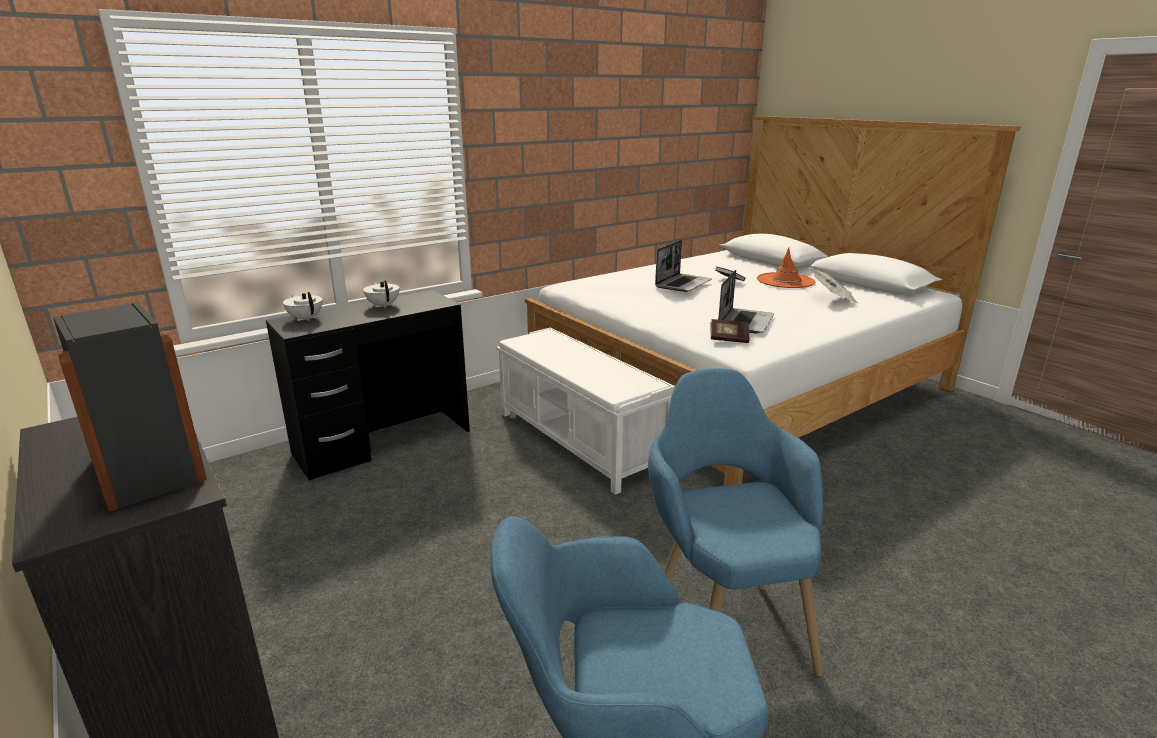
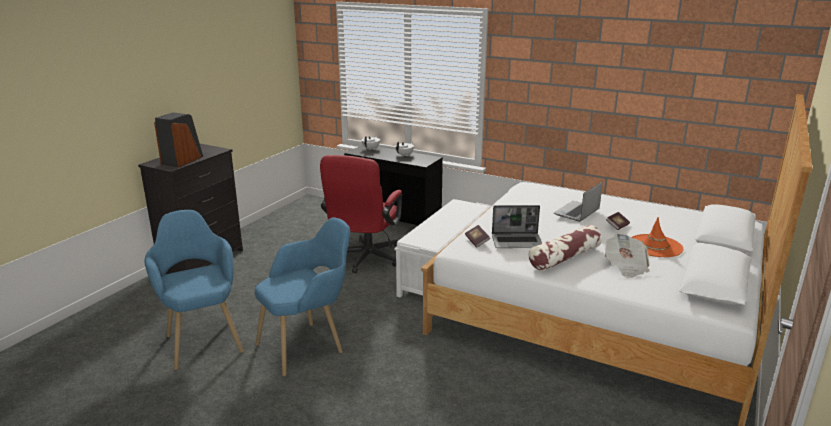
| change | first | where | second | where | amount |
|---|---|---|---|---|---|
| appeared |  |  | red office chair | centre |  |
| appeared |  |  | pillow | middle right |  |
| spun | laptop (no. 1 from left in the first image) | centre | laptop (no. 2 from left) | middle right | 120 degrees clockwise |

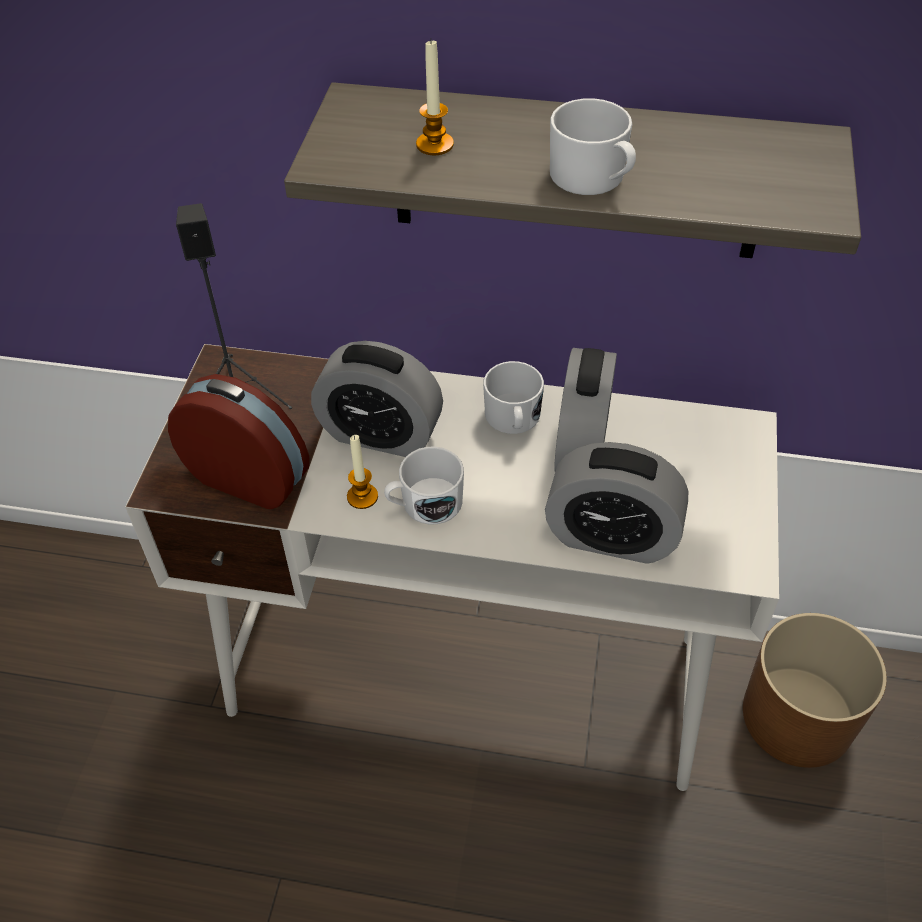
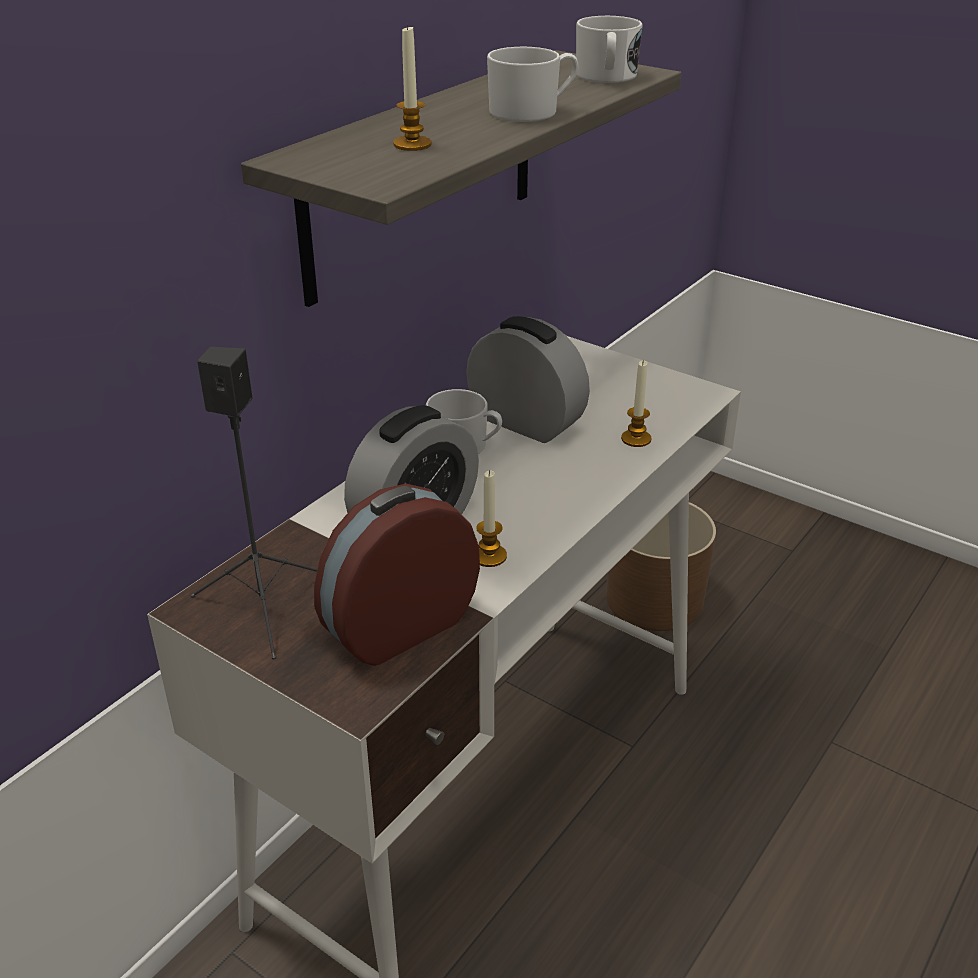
| change | first | where | second | where | amount |
|---|---|---|---|---|---|
| relocated | white mug (no. 1 from left in the first image) | centre | white mug (no. 3 from left) | top centre |  |
| exchanged | alarm clock (no. 4 from left) | middle right | candle (no. 3 from left) | centre |  |

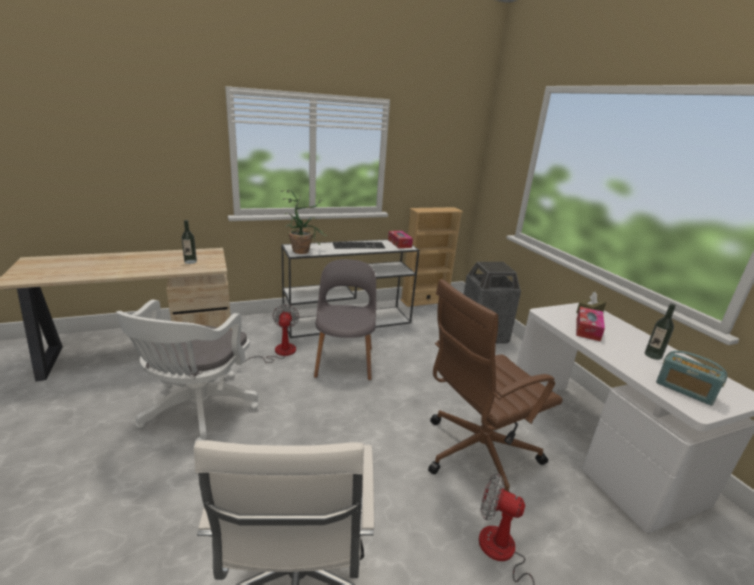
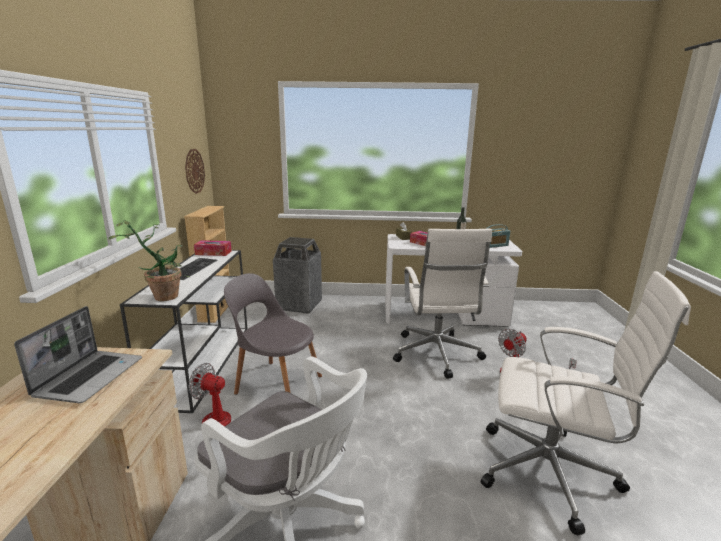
| change | first | where | second | where | amount |
|---|---|---|---|---|---|
| appeared |  |  | wall clock | top left |  |
| exchanged | bottle (no. 1 from left) | middle left | laptop | middle left |  |
| colour | brown office chair | centre | white office chair (no. 2 from left) | centre |  |

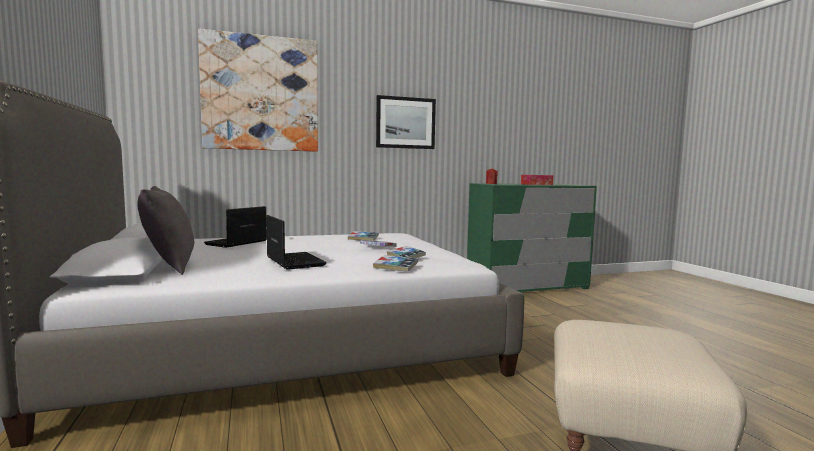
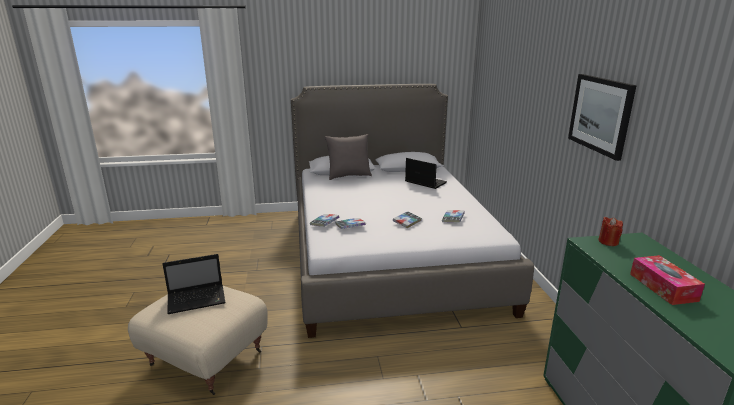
| change | first | where | second | where | amount |
|---|---|---|---|---|---|
| missing | picture (no. 1 from left) | top left |  |  |  |
| relocated | laptop (no. 2 from left in the first image) | centre | laptop (no. 1 from left) | bottom left |  |

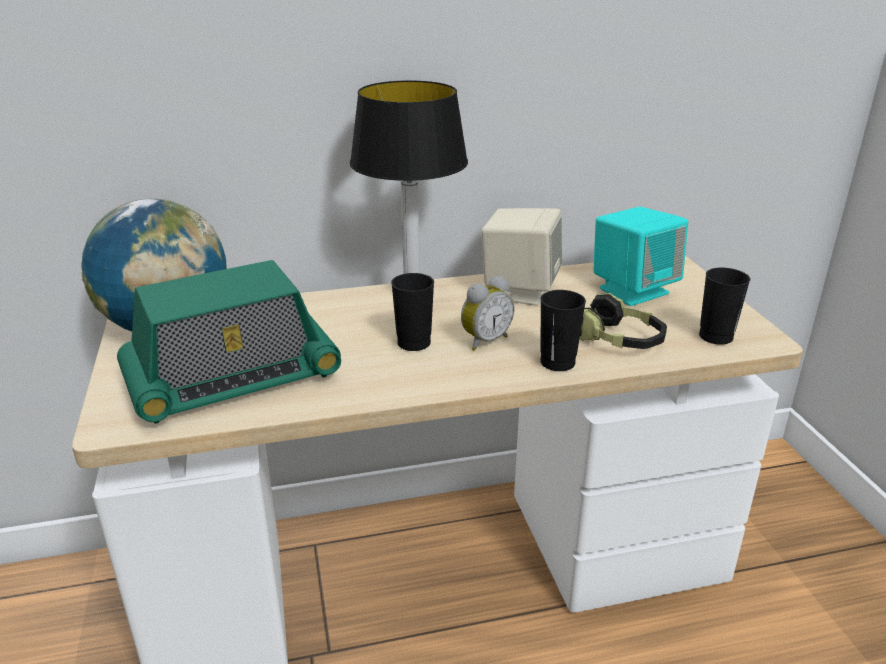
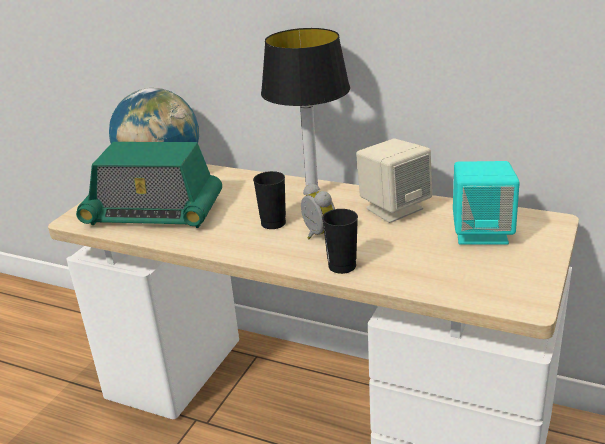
| change | first | where | second | where | amount |
|---|---|---|---|---|---|
| missing | headphones | middle right |  |  |  |
| missing | black cup (no. 3 from left) | middle right |  |  |  |
| spun | alarm clock | centre |  | centre | 120 degrees counterclockwise |

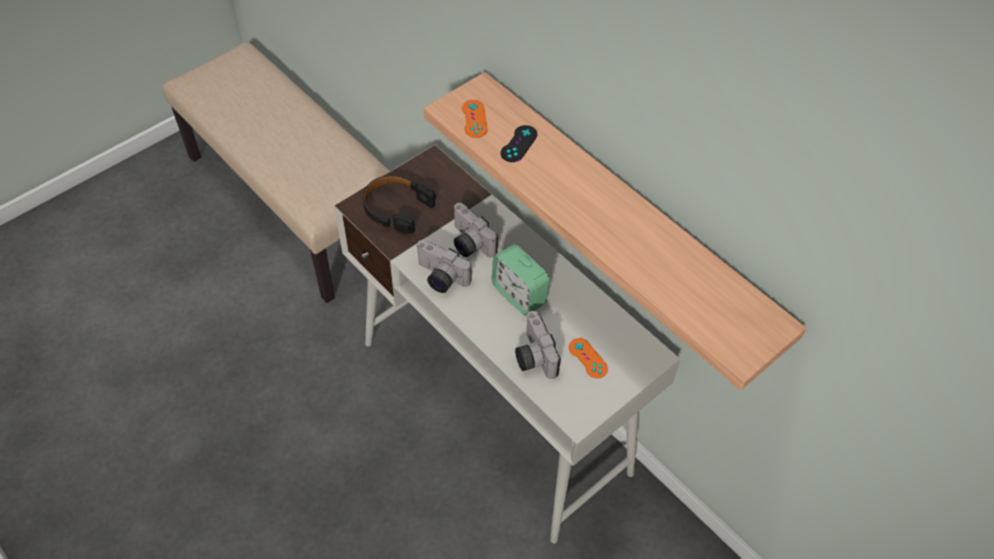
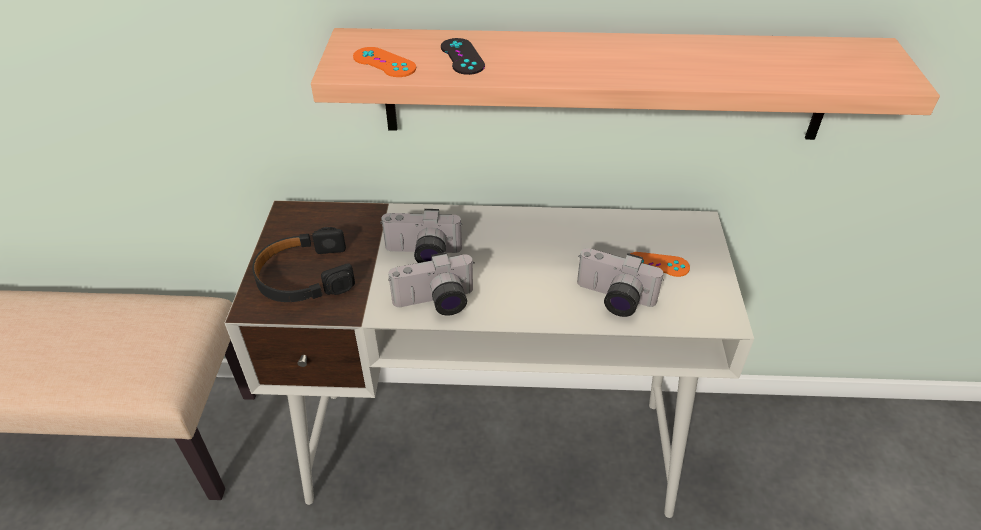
| change | first | where | second | where | amount |
|---|---|---|---|---|---|
| missing | alarm clock | centre |  |  |  |

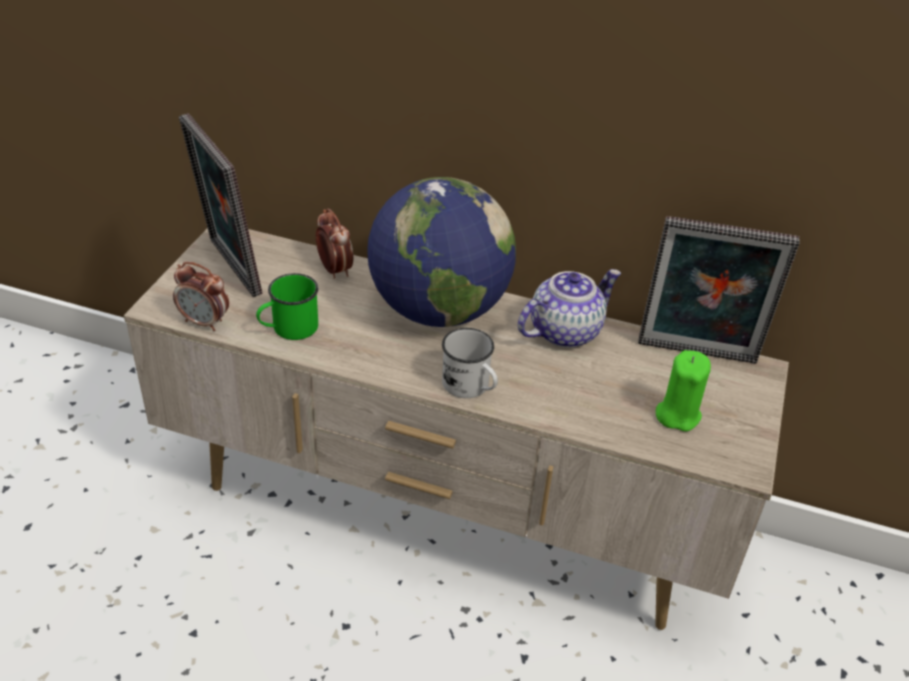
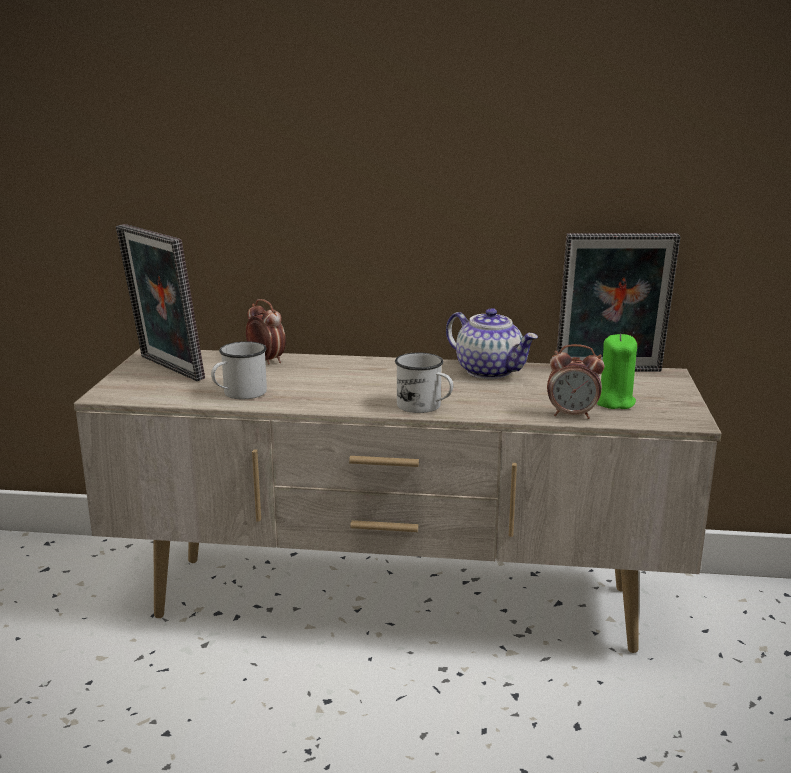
| change | first | where | second | where | amount |
|---|---|---|---|---|---|
| missing | globe | centre |  |  |  |
| relocated | alarm clock (no. 1 from left in the first image) | middle left | alarm clock (no. 2 from left) | middle right |  |
| colour | green mug | middle left | white mug (no. 1 from left) | middle left |  |
| spun | teapot | centre |  | centre | 90 degrees clockwise |

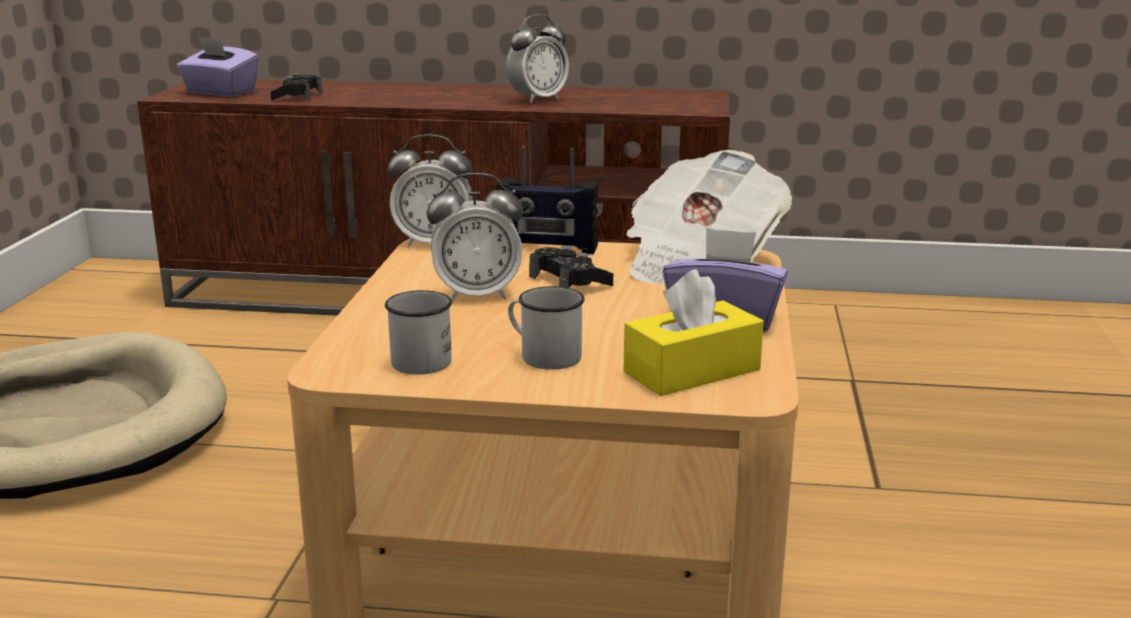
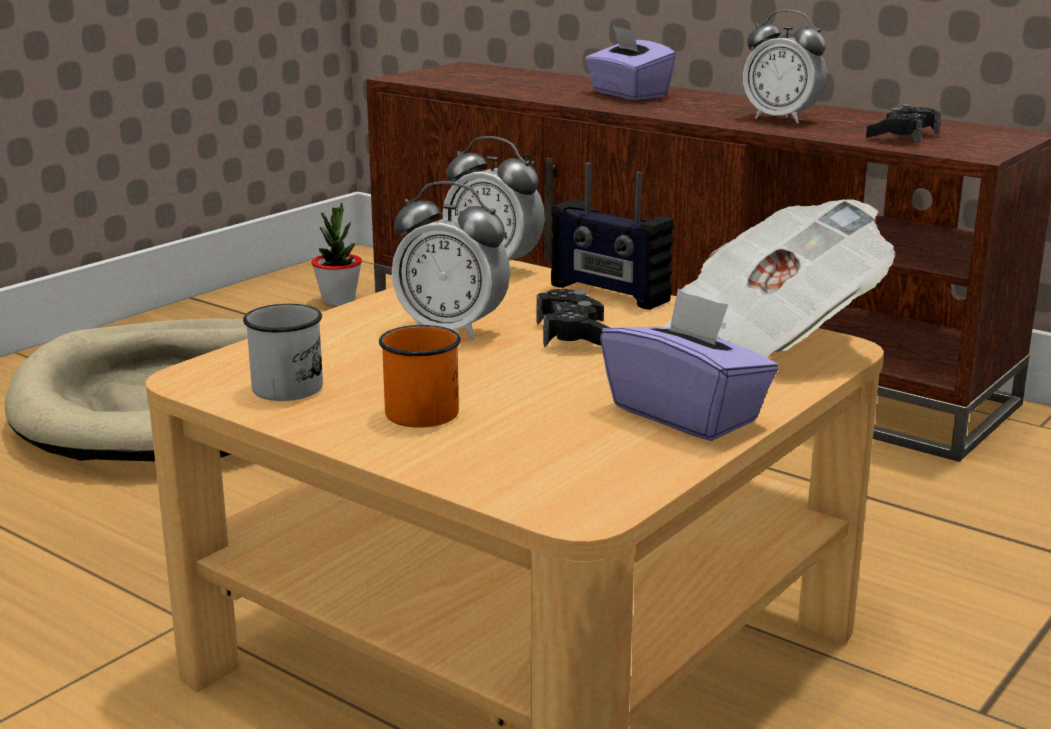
| change | first | where | second | where | amount |
|---|---|---|---|---|---|
| missing | yellow tissue box | centre |  |  |  |
| appeared |  |  | potted plant | middle left |  |
| relocated | purple tissue box (no. 1 from left) | top left |  | top centre |  |
| relocated | black game controller (no. 1 from left in the first image) | top left | black game controller (no. 2 from left) | top right |  |
| colour | white mug (no. 2 from left) | centre | orange mug | centre |  |
| spun | alarm clock (no. 3 from left) | top centre |  | top right | 45 degrees clockwise |

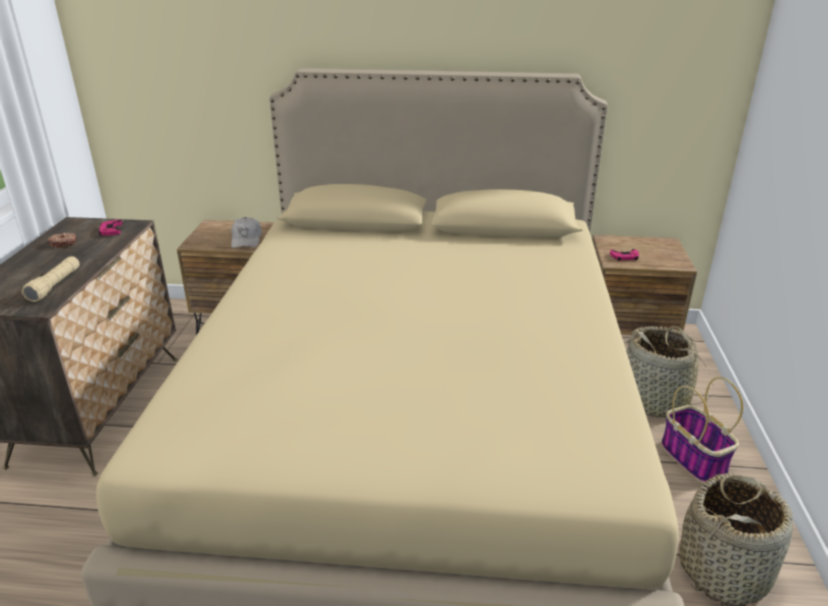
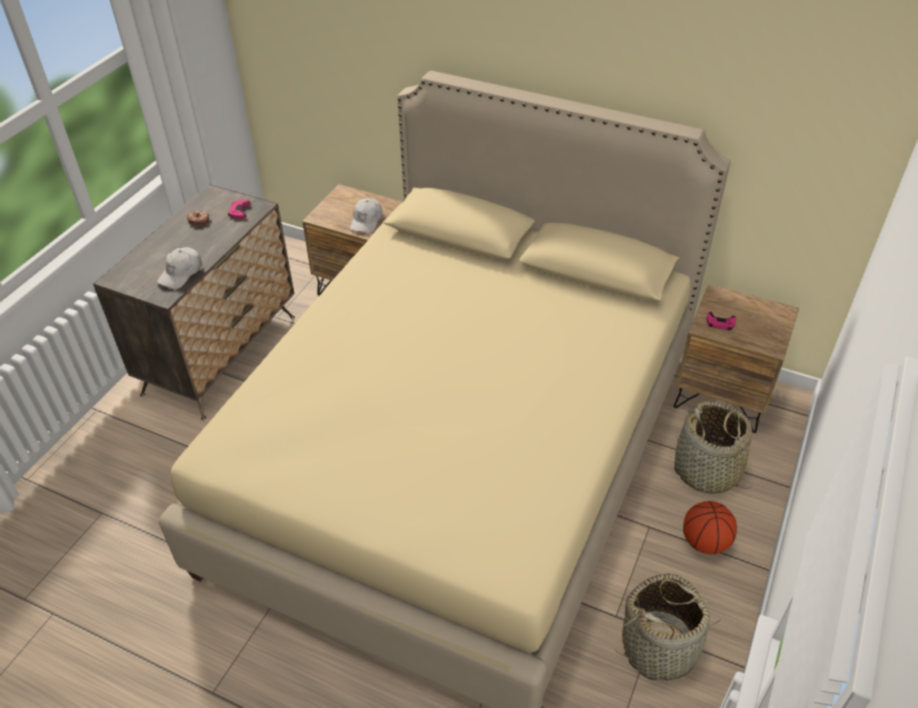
| change | first | where | second | where | amount |
|---|---|---|---|---|---|
| exchanged | beige flashlight | middle left | white cap (no. 1 from left) | middle left |  |
| exchanged | basket (no. 2 from left) | bottom right | basketball | bottom right |  |

